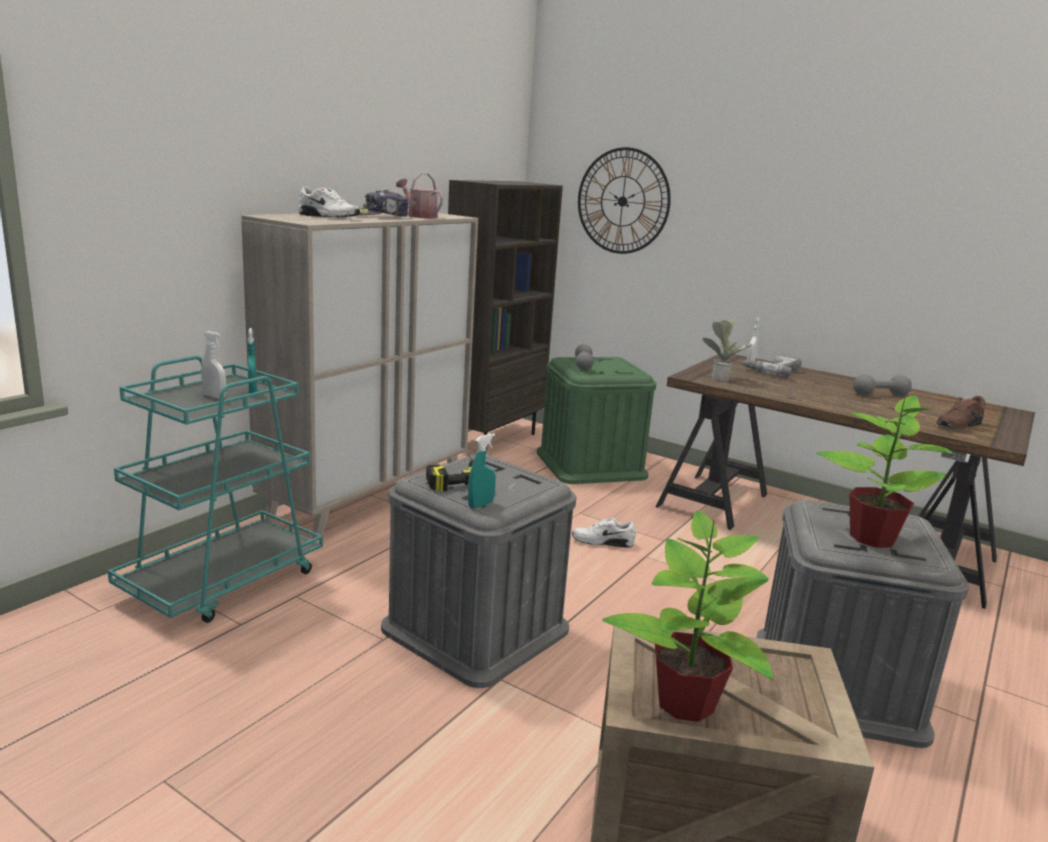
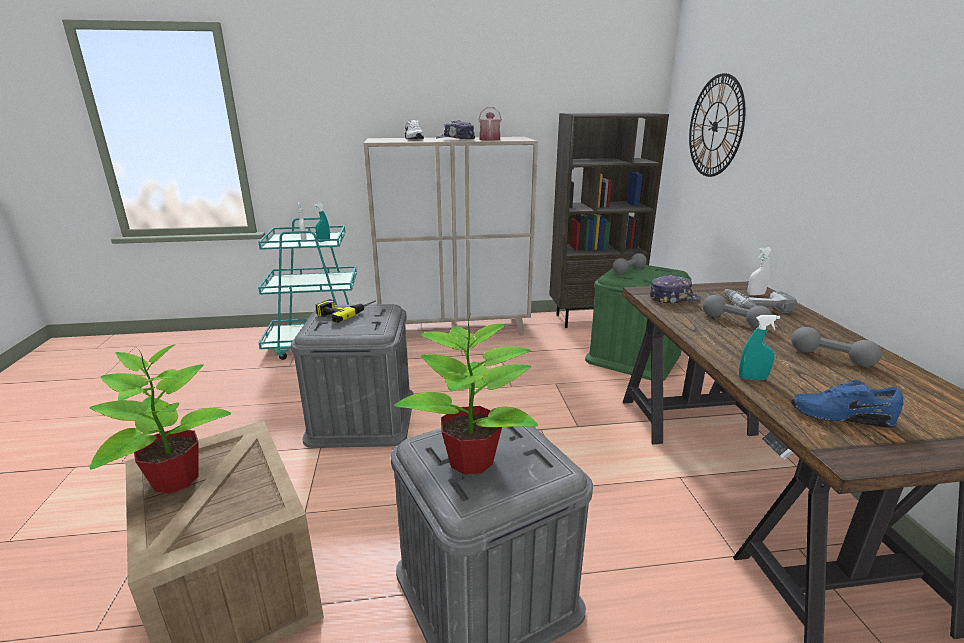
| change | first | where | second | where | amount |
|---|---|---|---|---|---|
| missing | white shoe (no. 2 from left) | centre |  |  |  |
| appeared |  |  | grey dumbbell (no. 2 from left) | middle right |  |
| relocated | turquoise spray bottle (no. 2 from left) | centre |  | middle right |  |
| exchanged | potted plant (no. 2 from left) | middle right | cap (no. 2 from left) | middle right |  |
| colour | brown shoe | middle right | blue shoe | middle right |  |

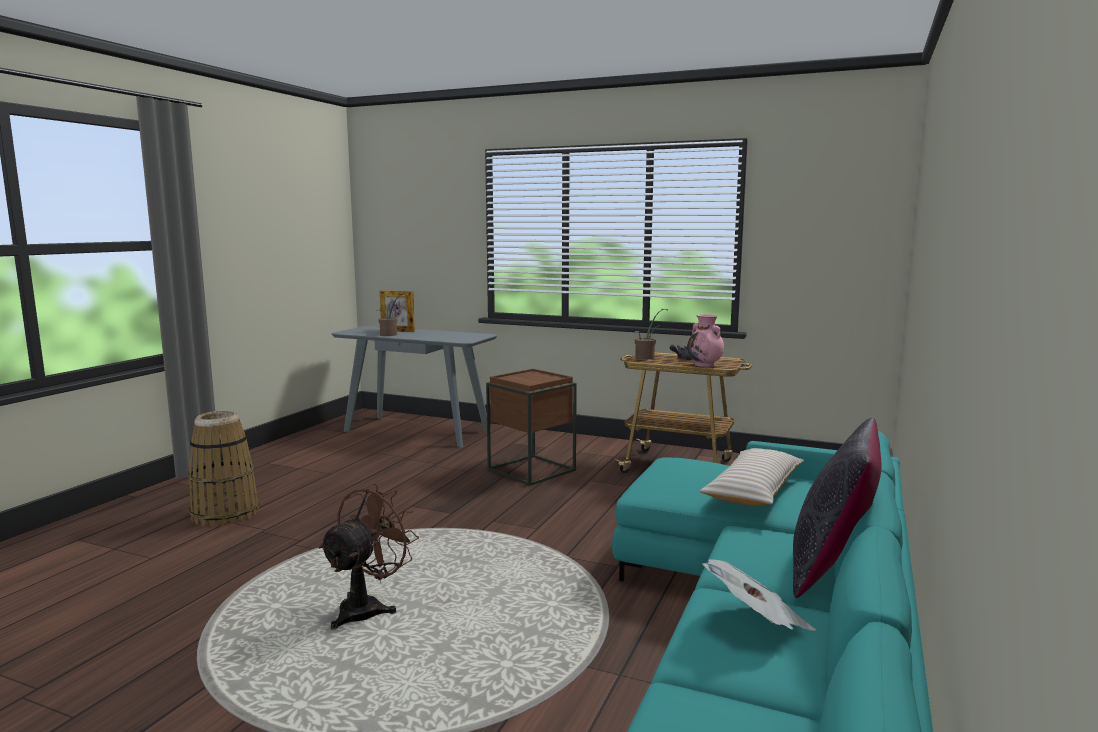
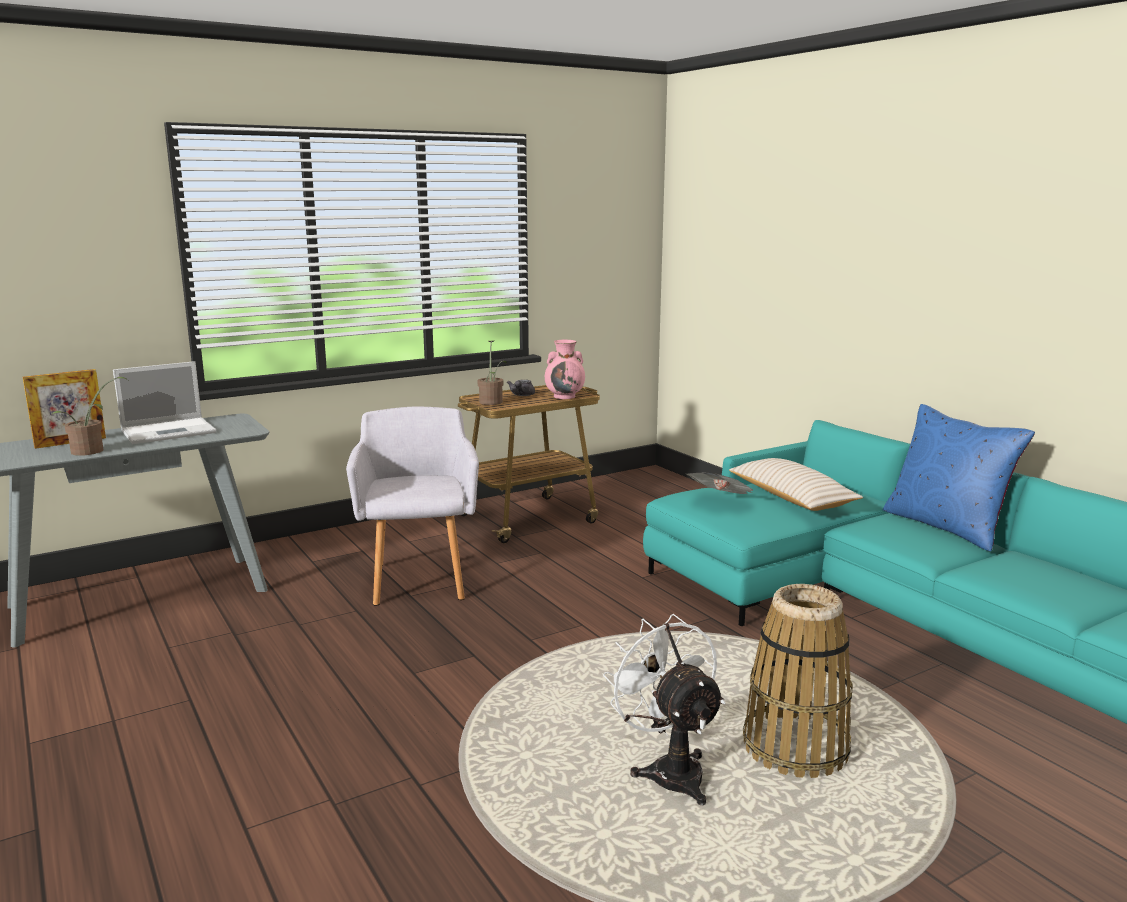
| change | first | where | second | where | amount |
|---|---|---|---|---|---|
| appeared |  |  | laptop | middle left |  |
| relocated | basket | middle left |  | bottom right |  |
| relocated | newspaper | bottom right |  | centre |  |
| exchanged | brown side table | centre | grey armchair | centre |  |
| colour | brown fan | bottom centre | white fan | bottom centre |  |
| colour | black pillow | bottom right | blue pillow | middle right |  |

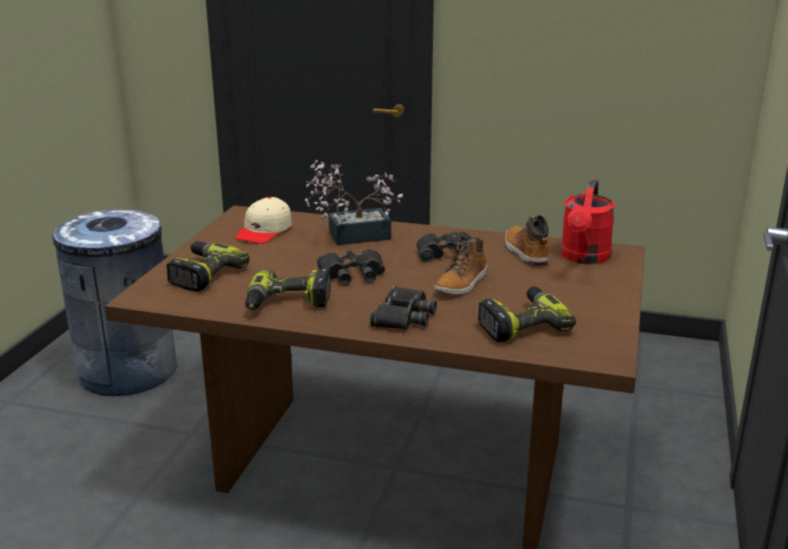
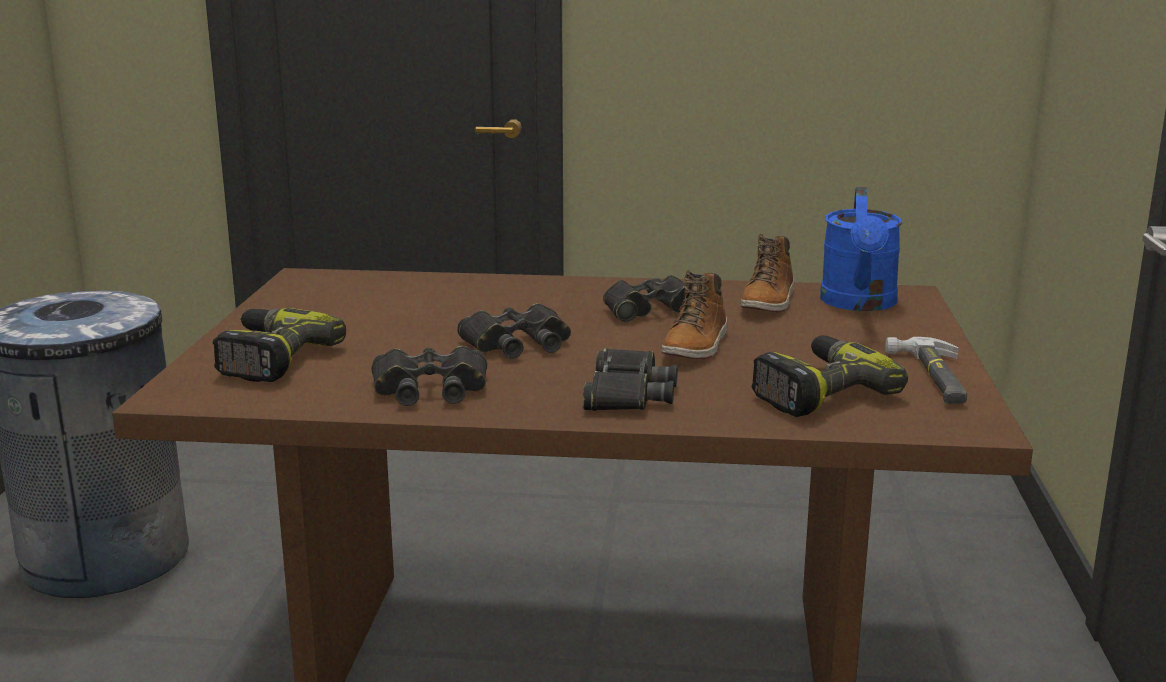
| change | first | where | second | where | amount |
|---|---|---|---|---|---|
| missing | beige cap | centre |  |  |  |
| missing | potted plant | centre |  |  |  |
| appeared |  |  | hammer | middle right |  |
| exchanged | power drill (no. 2 from left) | centre | black binoculars (no. 1 from left) | centre |  |
| colour | red watering can | middle right | blue watering can | middle right |  |
| spun | boot (no. 2 from left) | middle right |  | centre | 135 degrees counterclockwise |

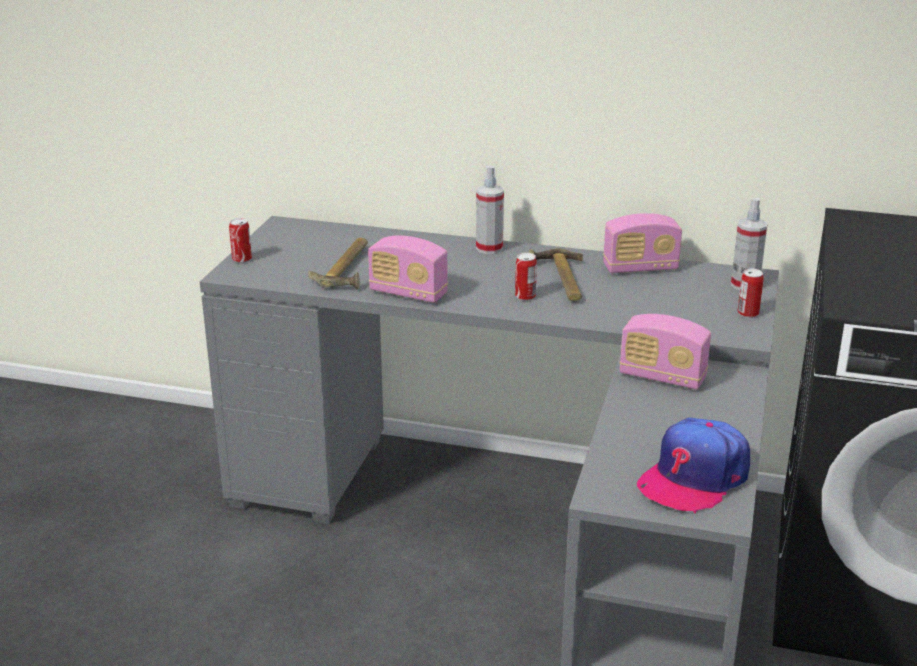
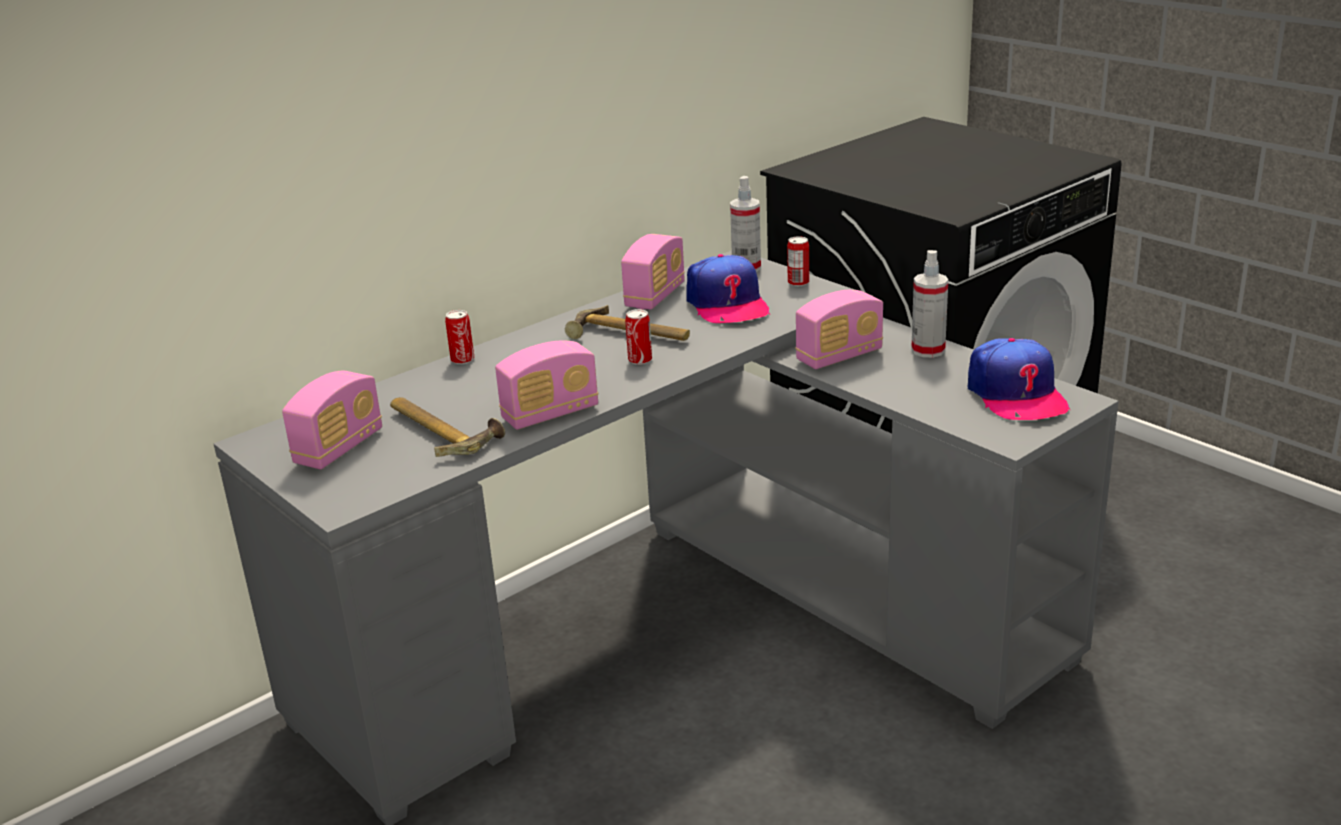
| change | first | where | second | where | amount |
|---|---|---|---|---|---|
| appeared |  |  | radio (no. 1 from left) | middle left |  |
| appeared |  |  | cap (no. 1 from left) | centre |  |
| relocated | can (no. 1 from left) | middle left |  | centre |  |
| relocated | spray bottle (no. 1 from left in the first image) | top centre | spray bottle (no. 2 from left) | middle right |  |

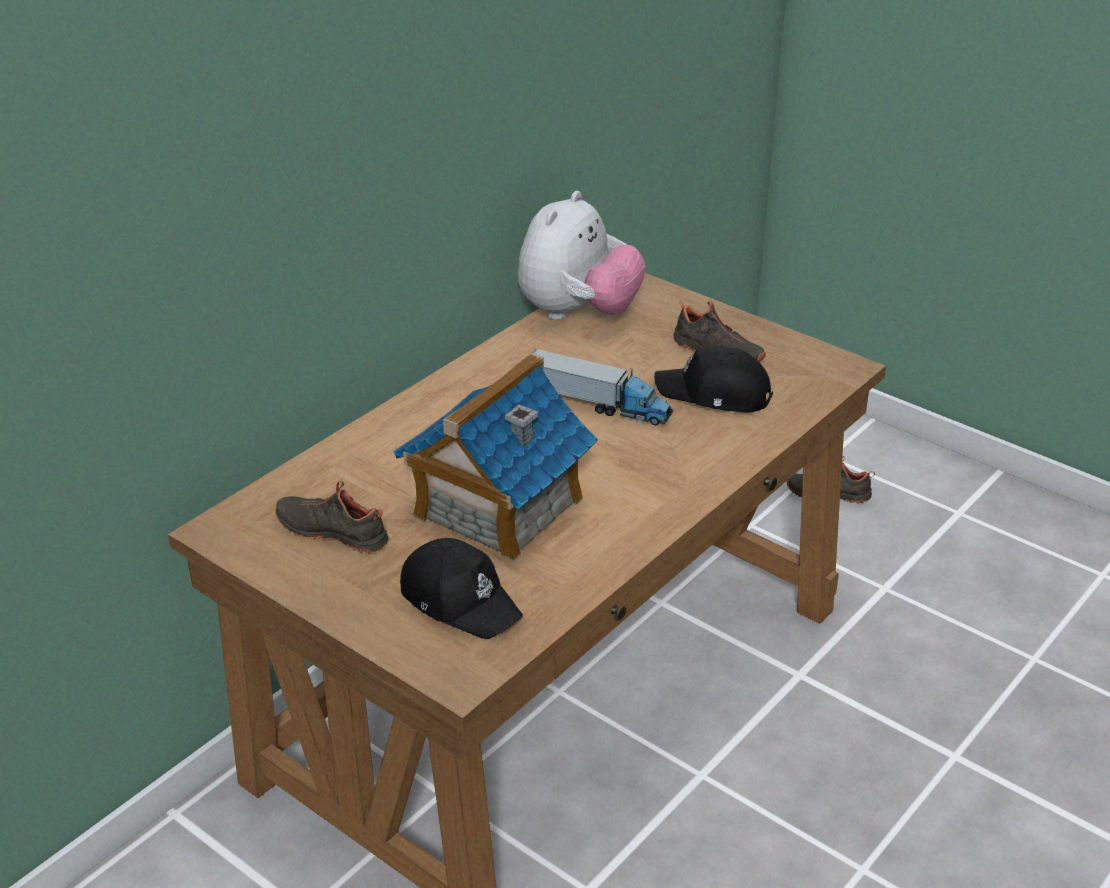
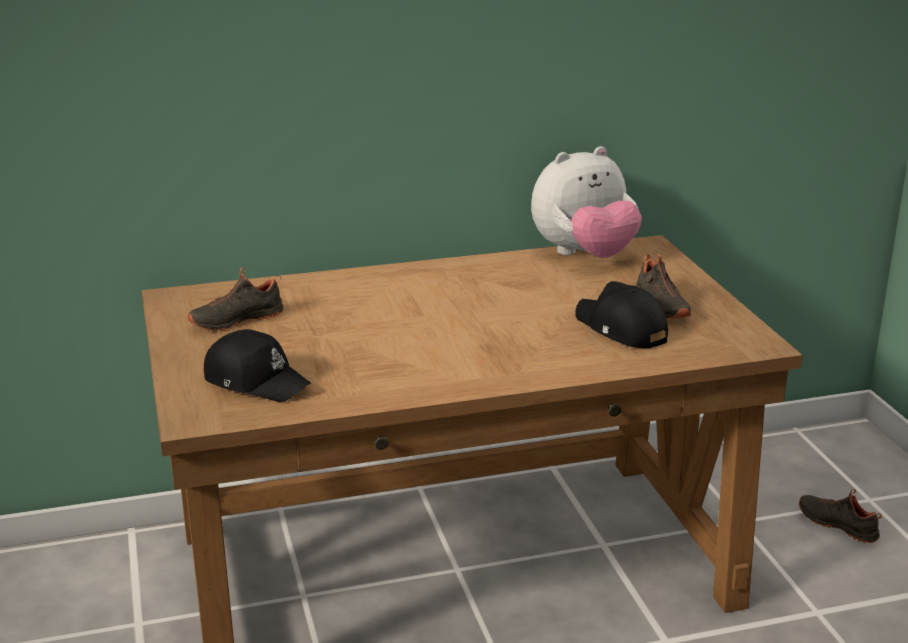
| change | first | where | second | where | amount |
|---|---|---|---|---|---|
| missing | toy house | centre |  |  |  |
| missing | toy truck | centre |  |  |  |
| spun | black shoe (no. 1 from left) | middle left |  | middle left | 90 degrees counterclockwise |
| spun | black cap (no. 1 from left) | centre |  | middle left | 45 degrees counterclockwise |

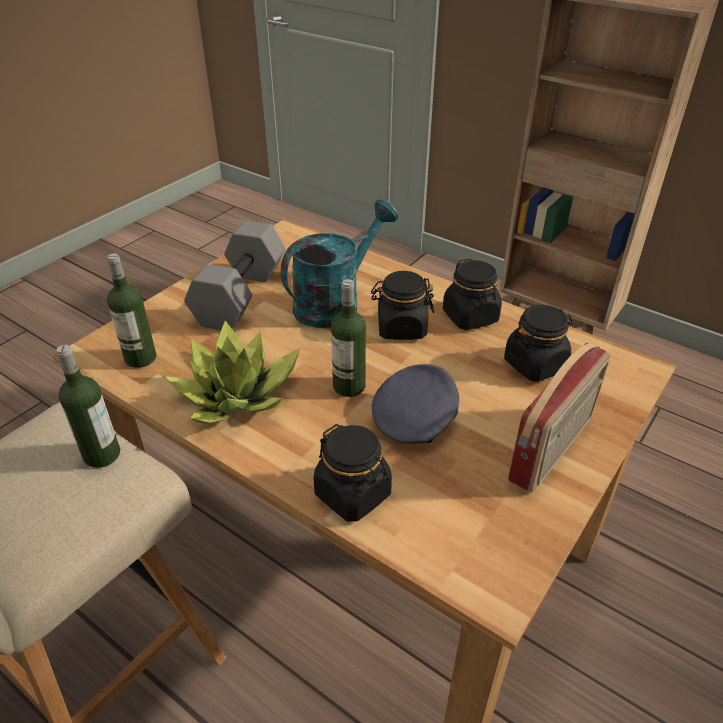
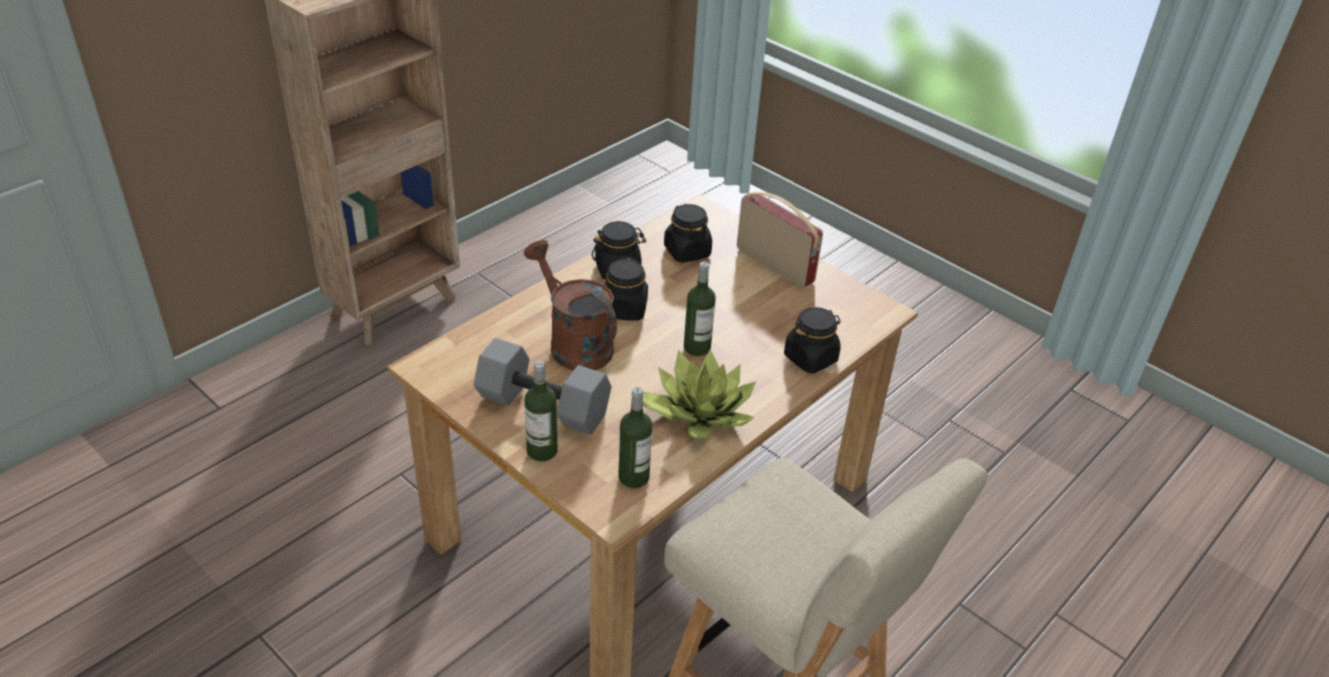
| change | first | where | second | where | amount |
|---|---|---|---|---|---|
| missing | grey cap | centre |  |  |  |
| relocated | bottle (no. 1 from left) | middle left |  | centre |  |
| colour | turquoise watering can | centre | brown watering can | centre |  |

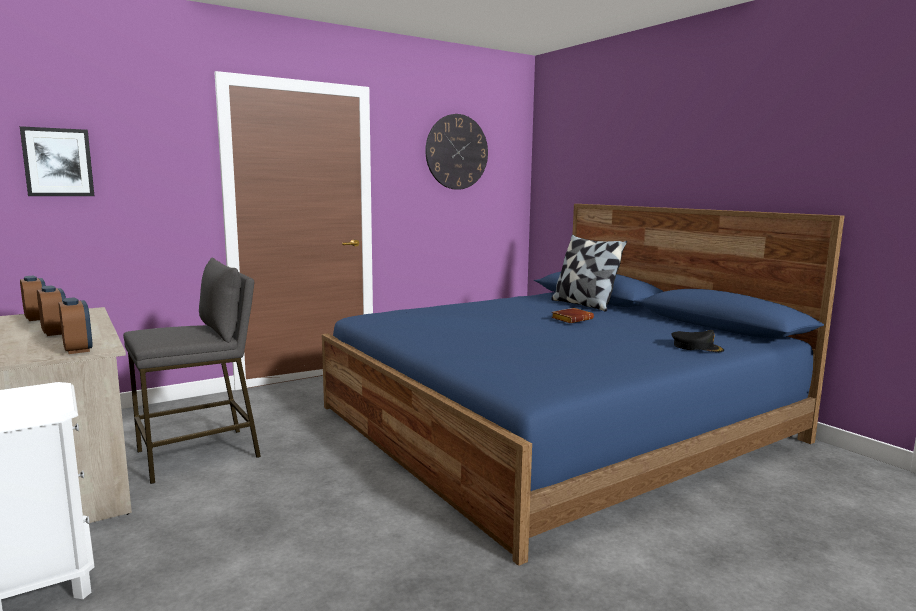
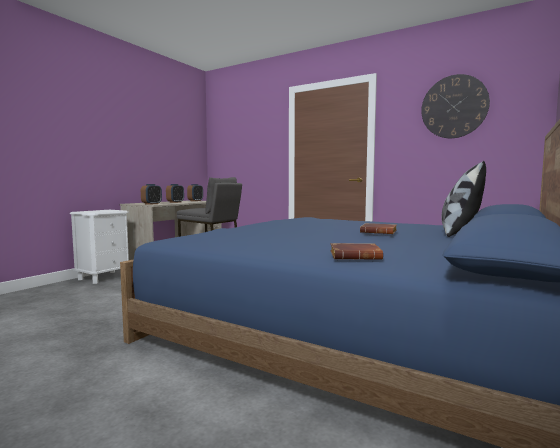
| change | first | where | second | where | amount |
|---|---|---|---|---|---|
| missing | picture | top left |  |  |  |
| exchanged | black cap | middle right | brown book (no. 1 from left) | centre |  |

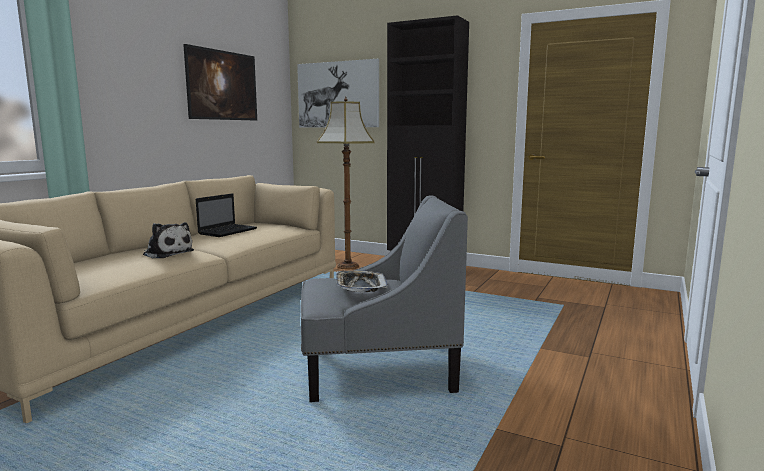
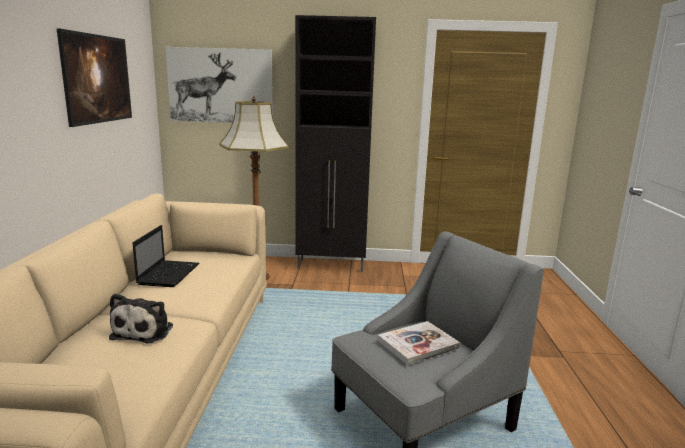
| change | first | where | second | where | amount |
|---|---|---|---|---|---|
| exchanged | tray | centre | book | bottom centre |  |
| spun | plush toy | middle left |  | bottom left | 90 degrees clockwise |

